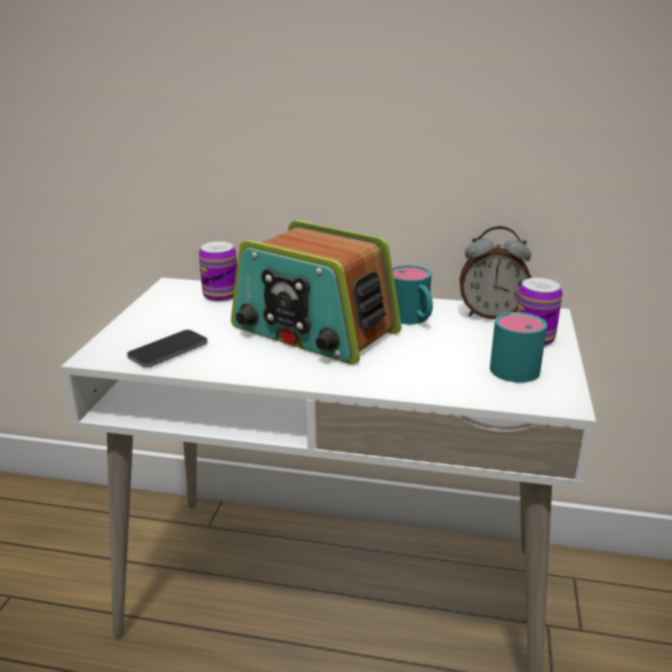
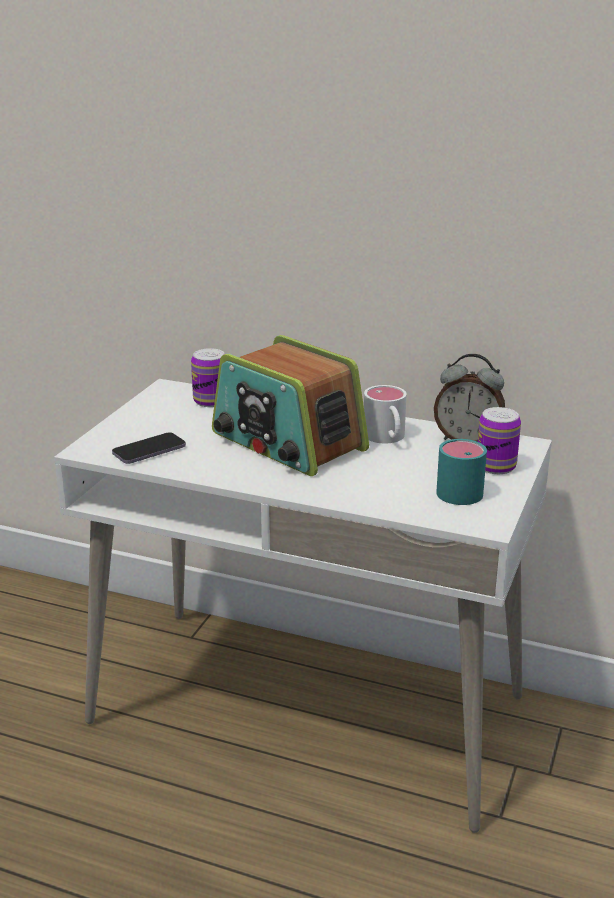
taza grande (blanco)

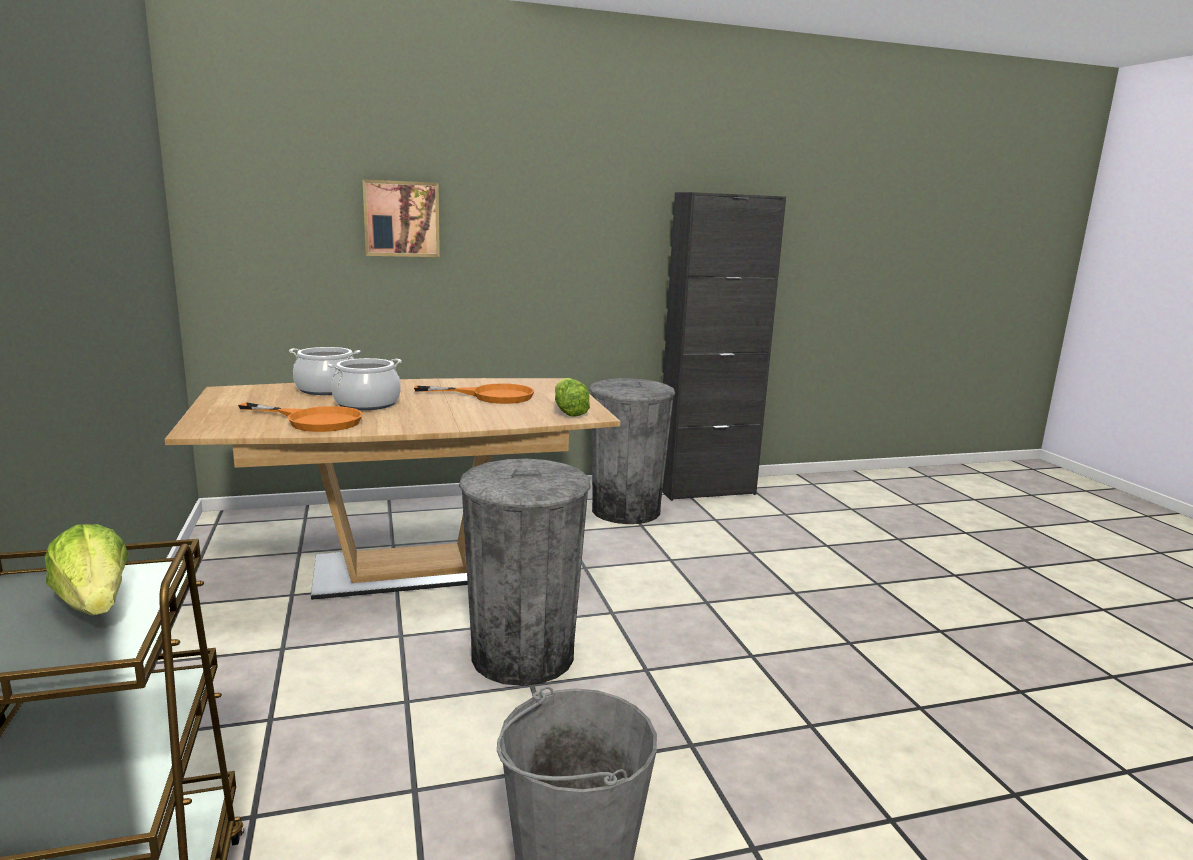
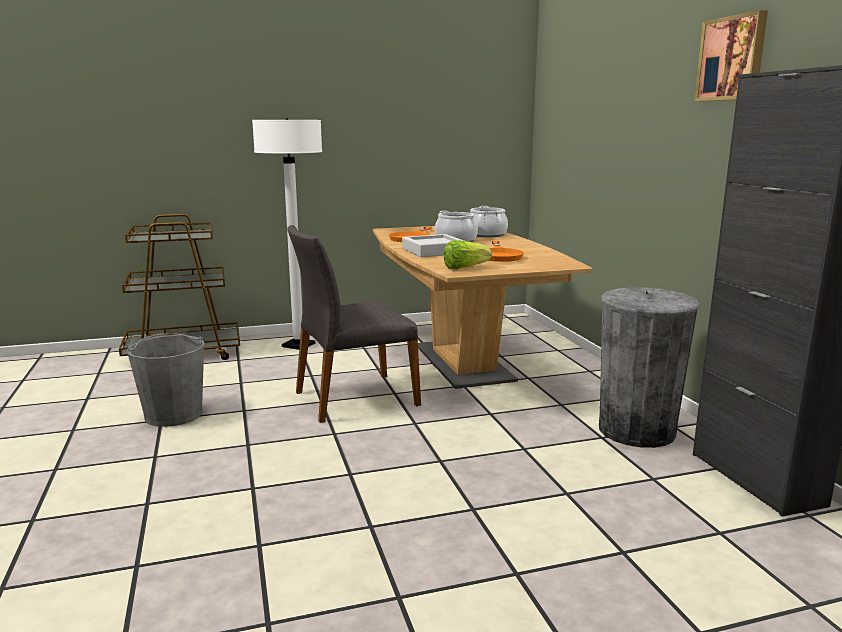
lechuga (1st from left in the first image); cuadro; silla (gris); lámpara de pie (blanco); bandeja (gris)

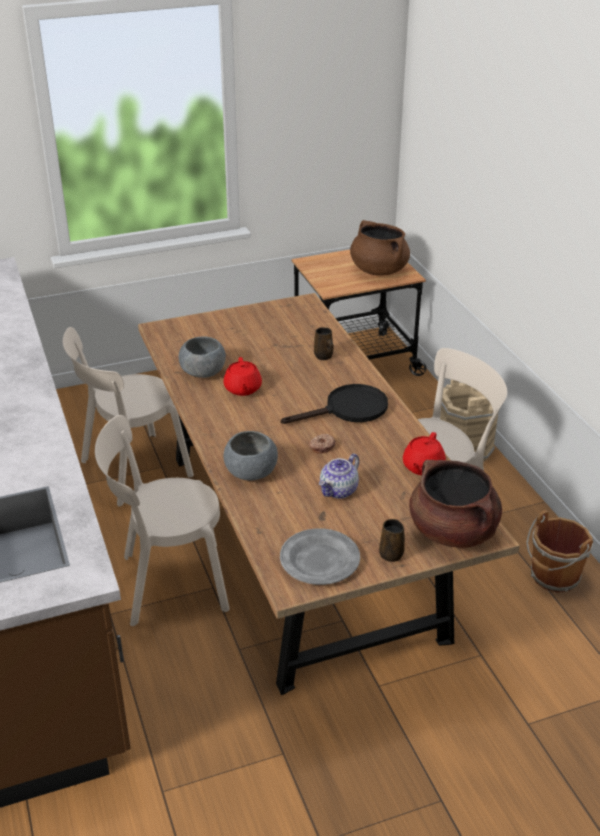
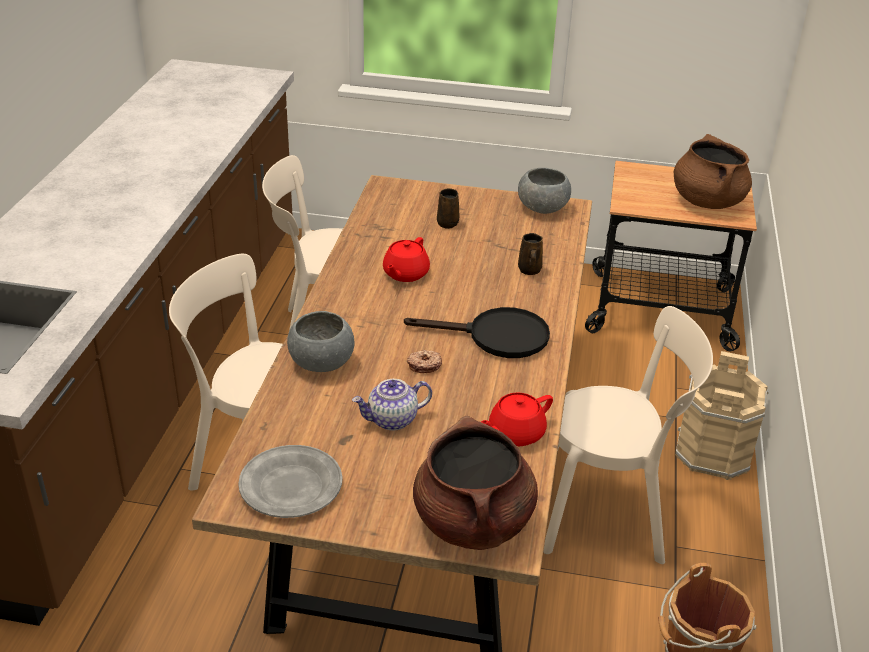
cuenco (gris) (2nd from left); taza grande (marrón) (1st from left)

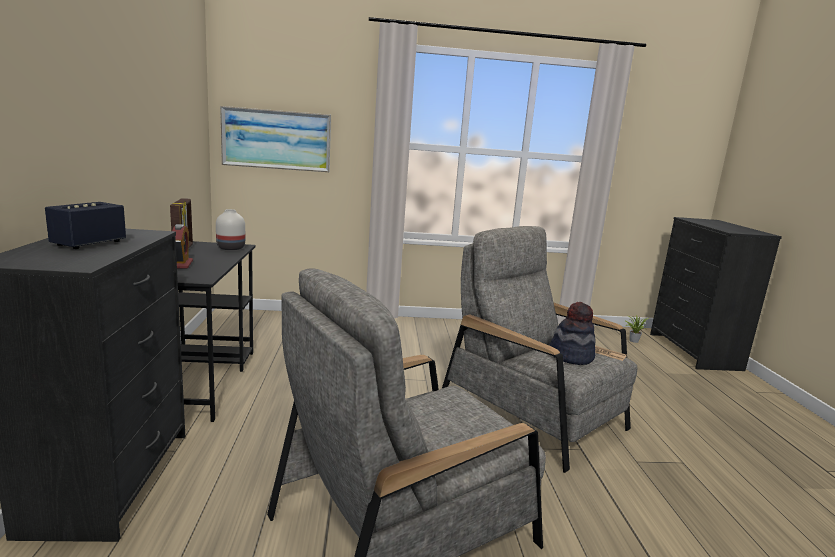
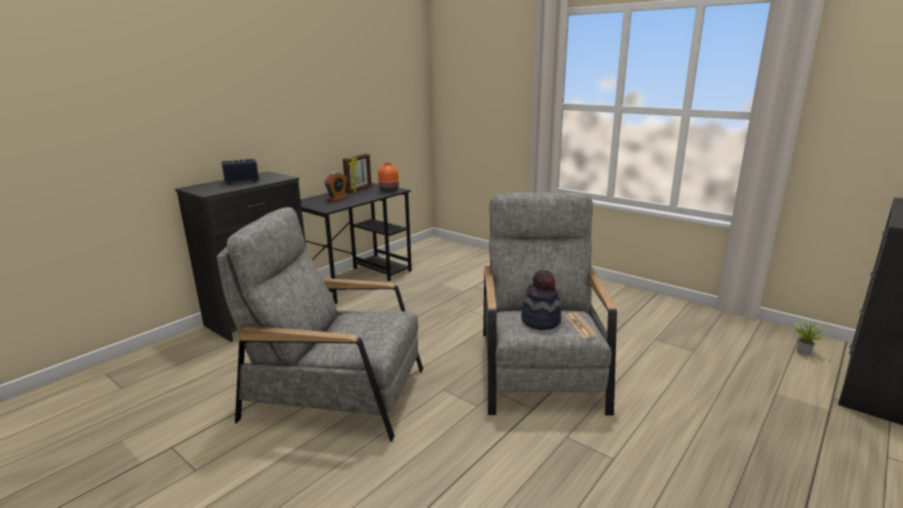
florero (naranja); cuadro

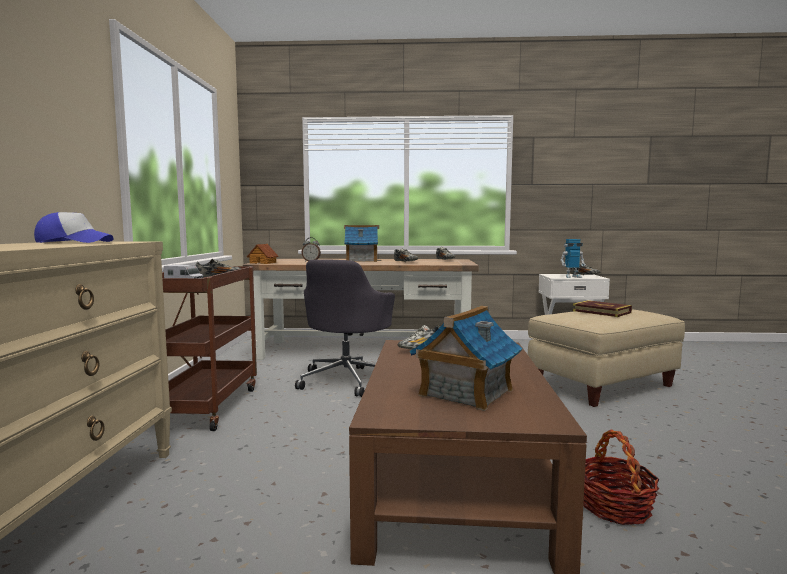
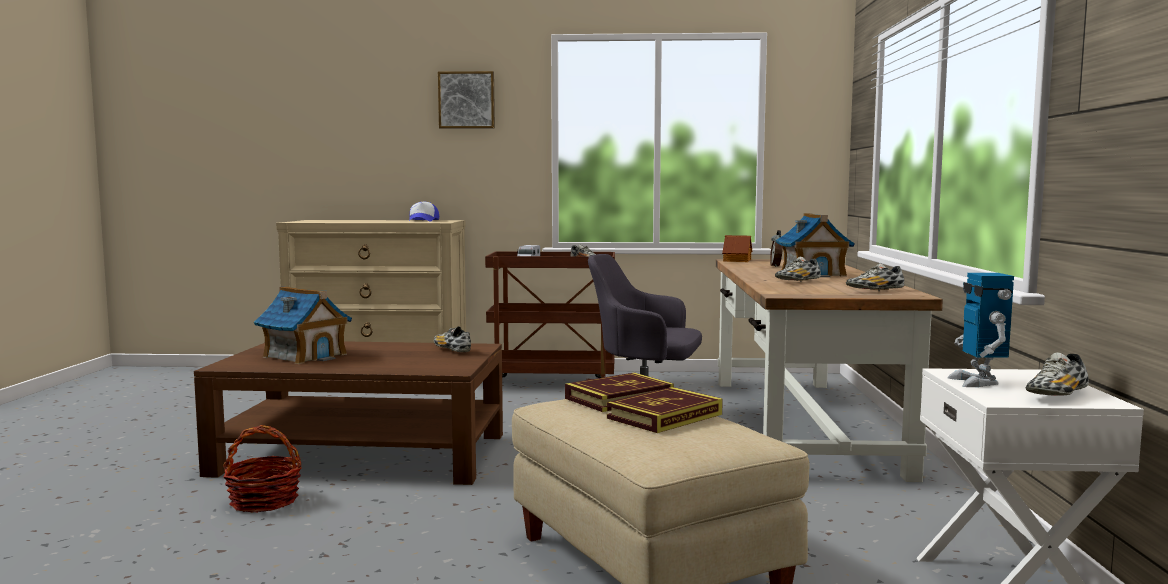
cuadro; libro (1st from left)

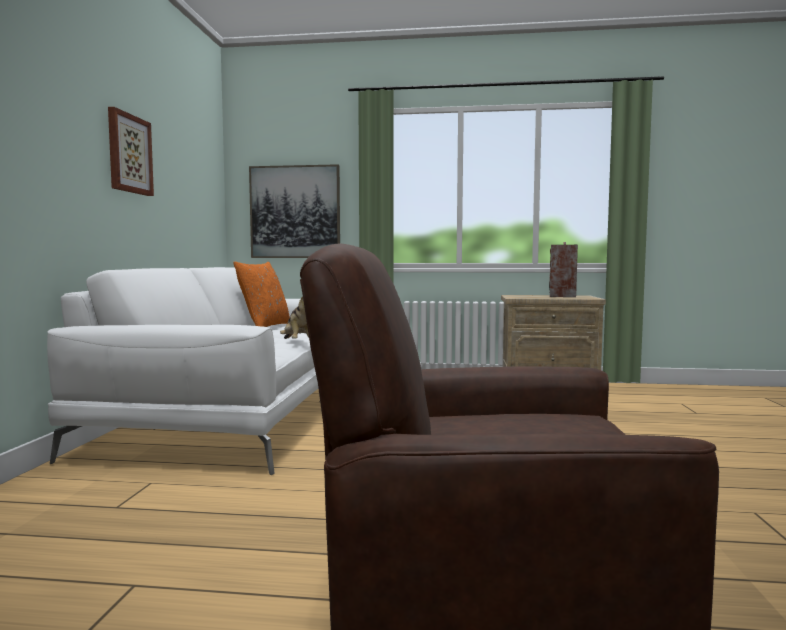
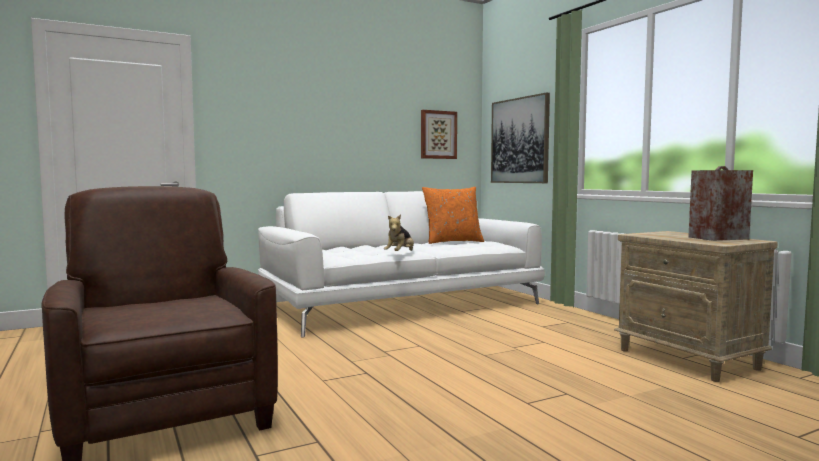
cuadro (1st from left)

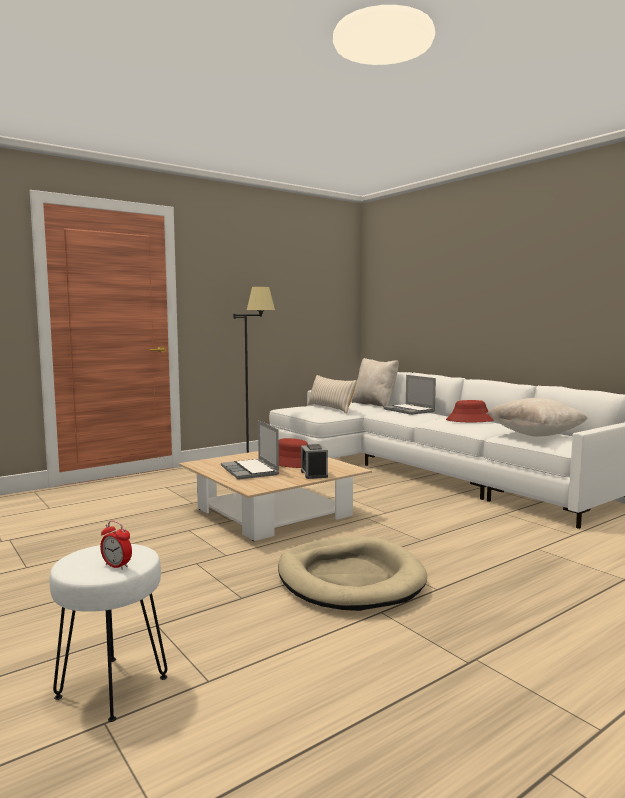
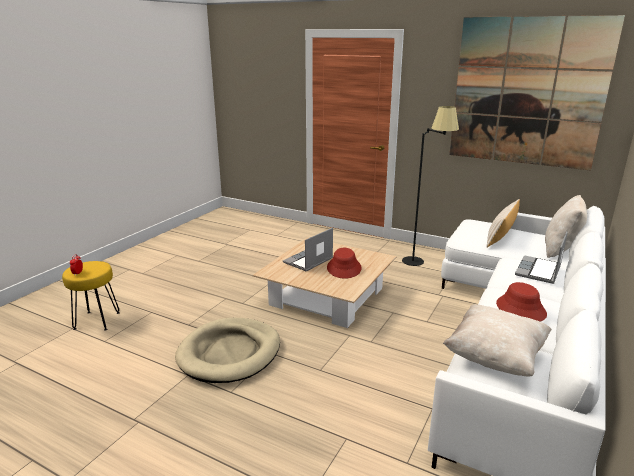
taburete (amarillo); despertador (2nd from left in the first image); cuadro

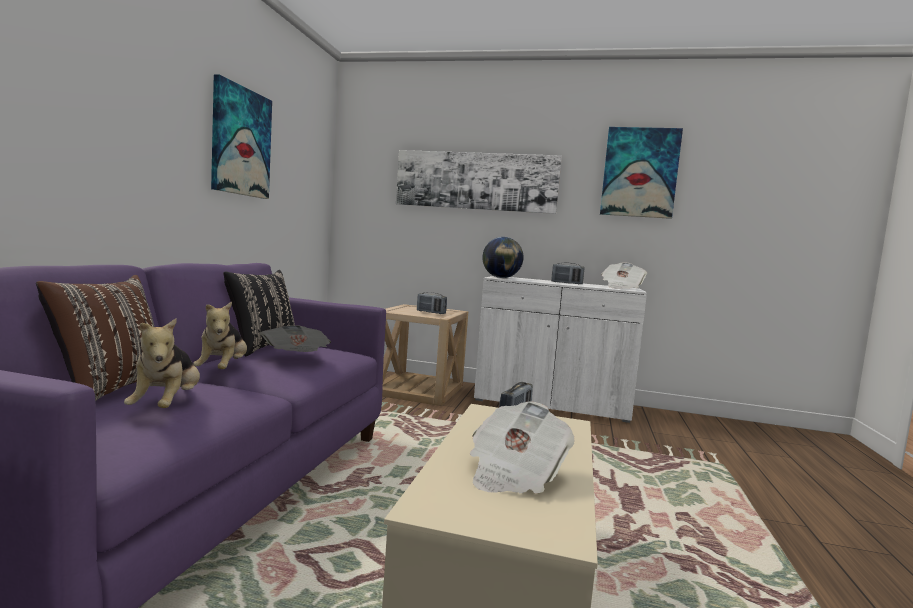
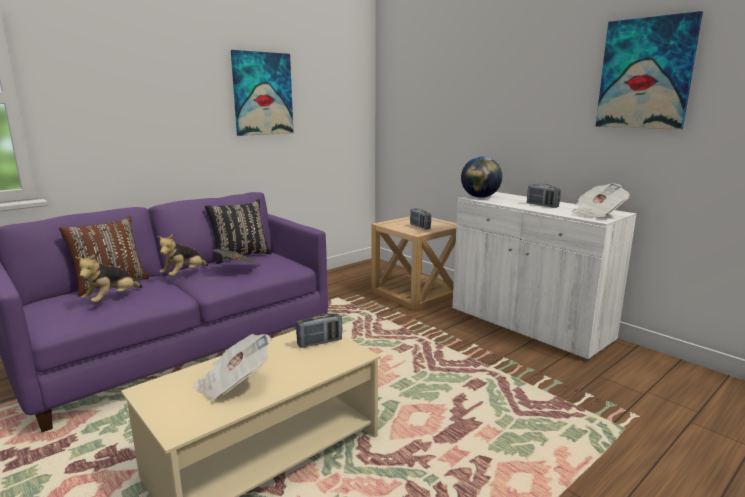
cuadro (2nd from left in the first image)

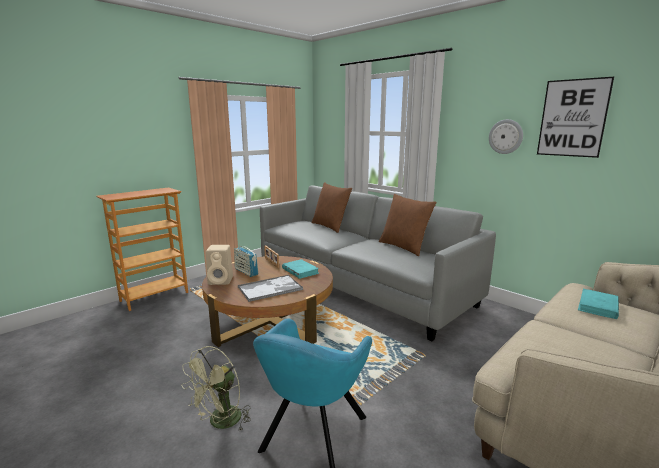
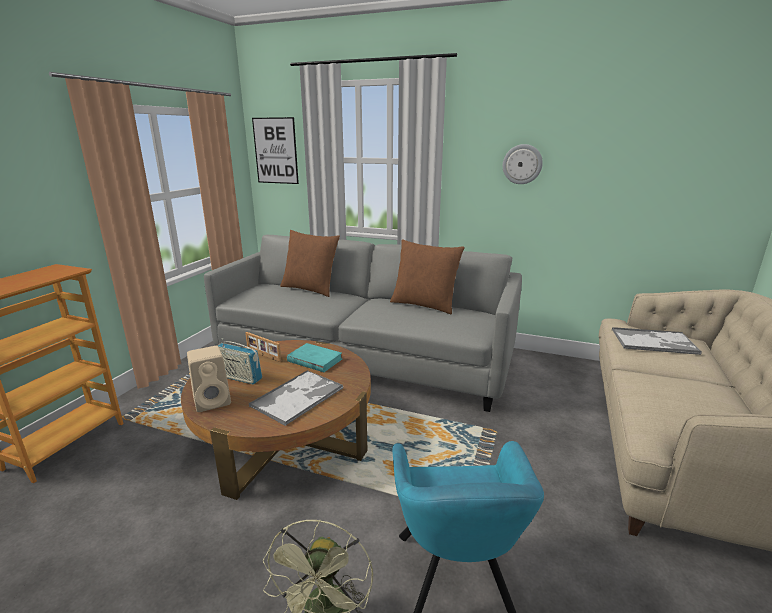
cuadro; bandeja (2nd from left)

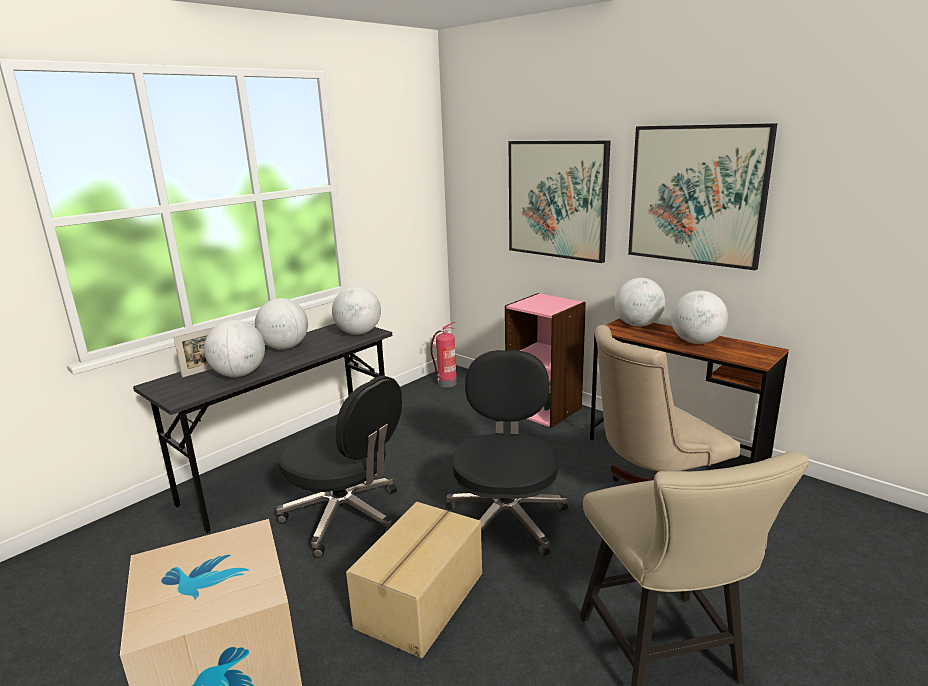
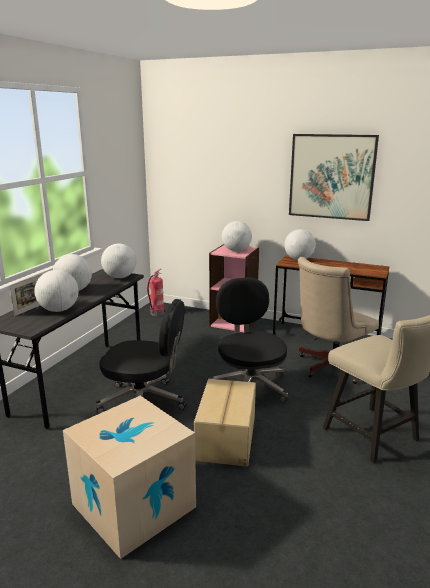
cuadro (1st from left in the first image); globo terráqueo (4th from left)

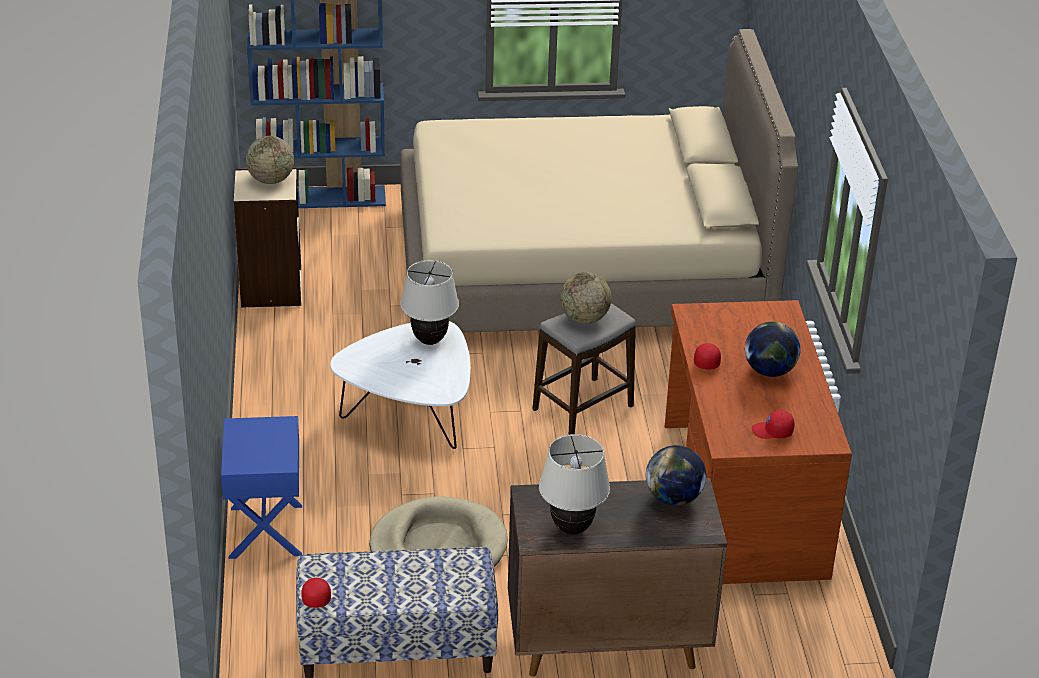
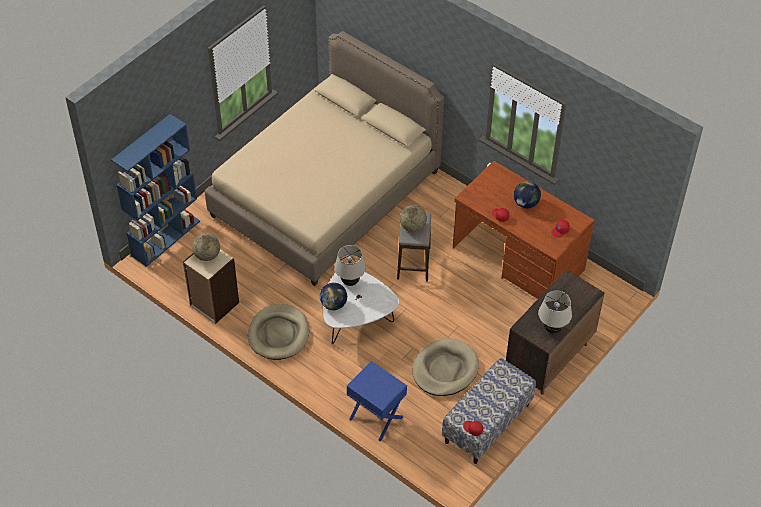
globo terráqueo (2nd from left); cama para perro (beis) (1st from left)

